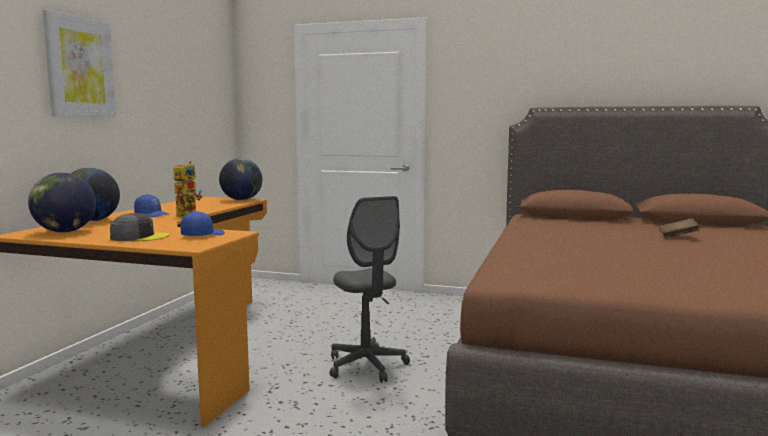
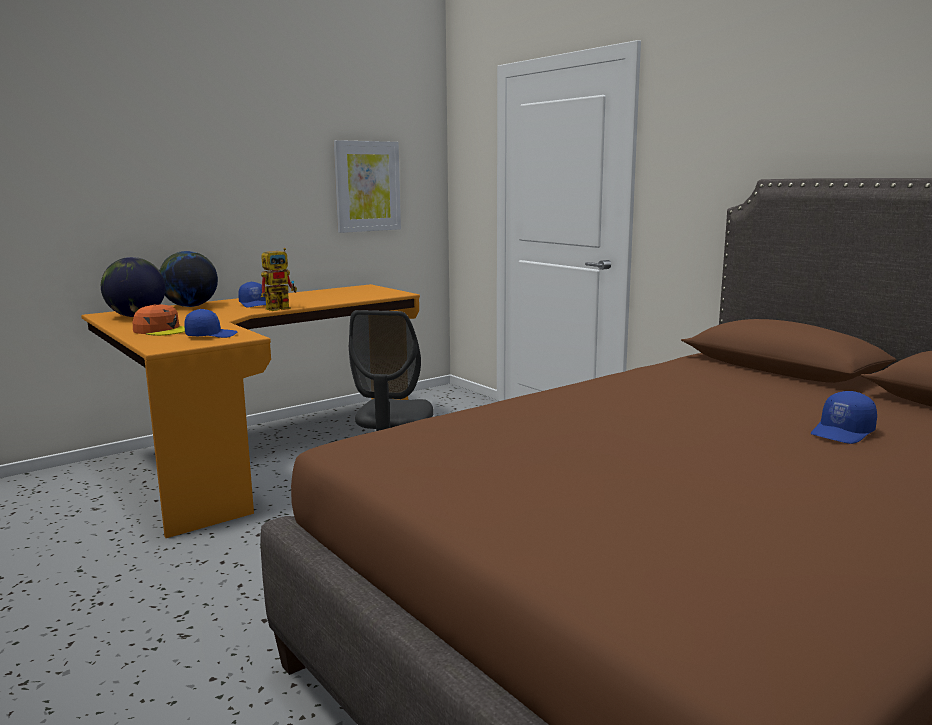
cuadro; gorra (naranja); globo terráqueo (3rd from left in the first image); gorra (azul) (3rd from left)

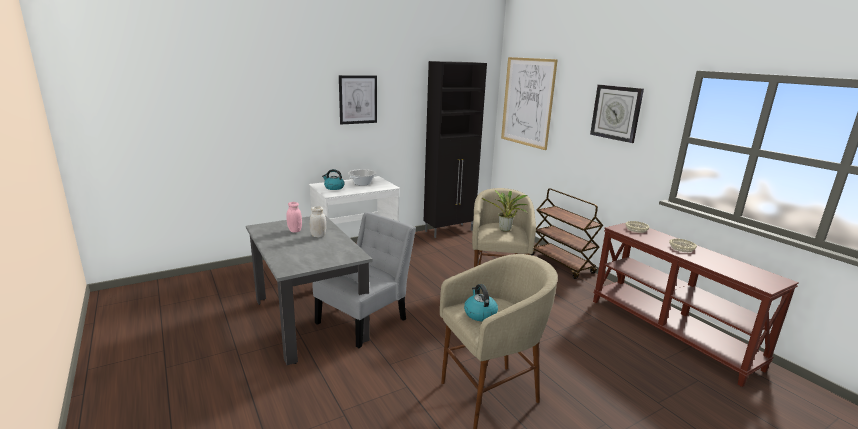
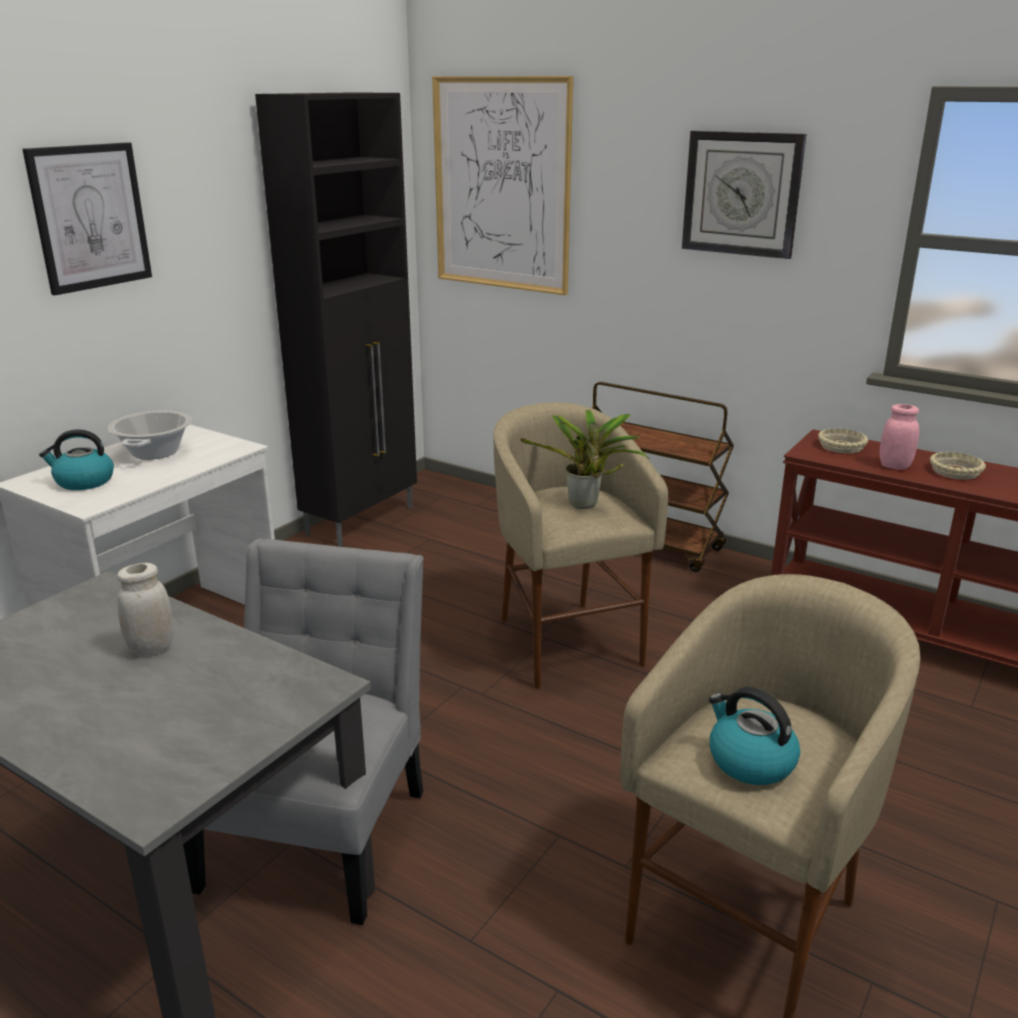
tarro (rosa)

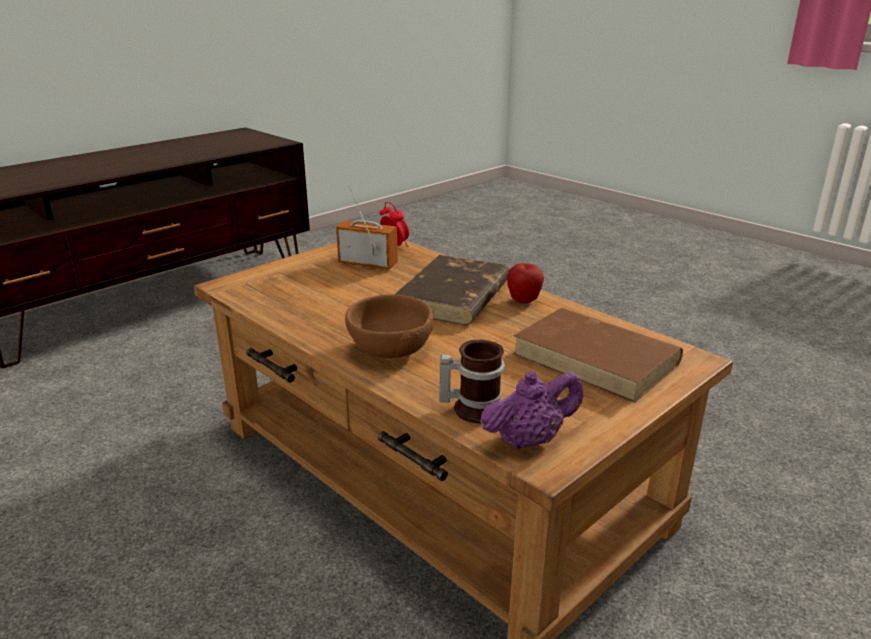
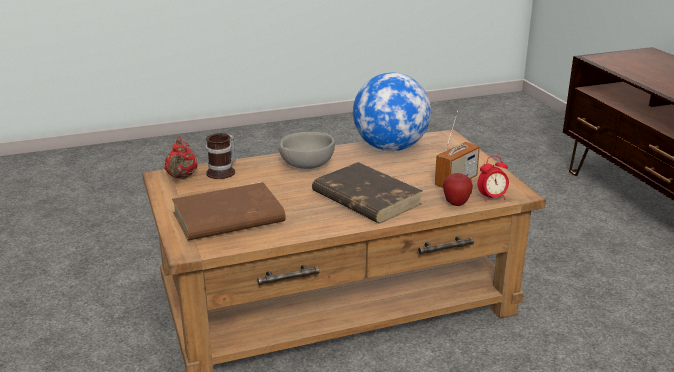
cuenco (gris); tetera (rojo); manzana; globo terráqueo

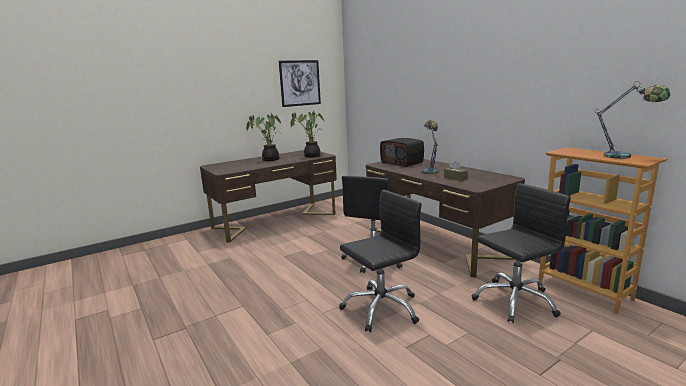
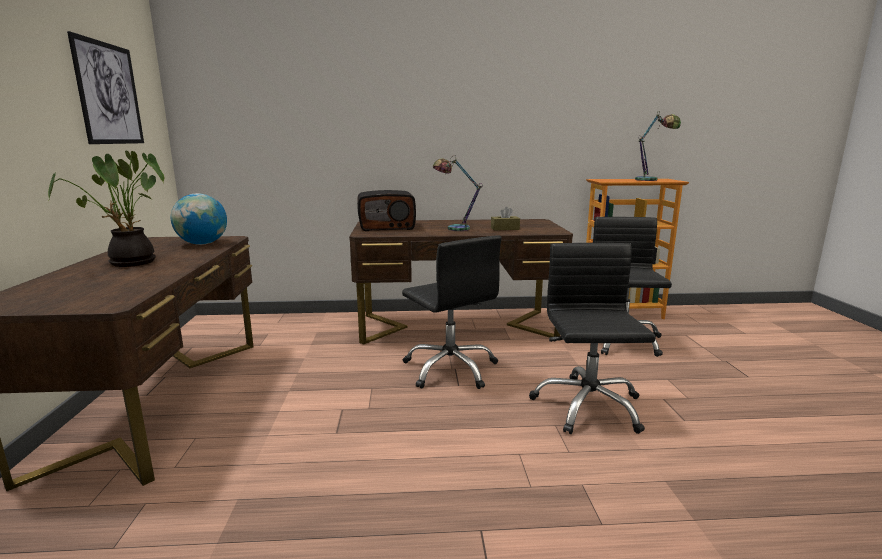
globo terráqueo

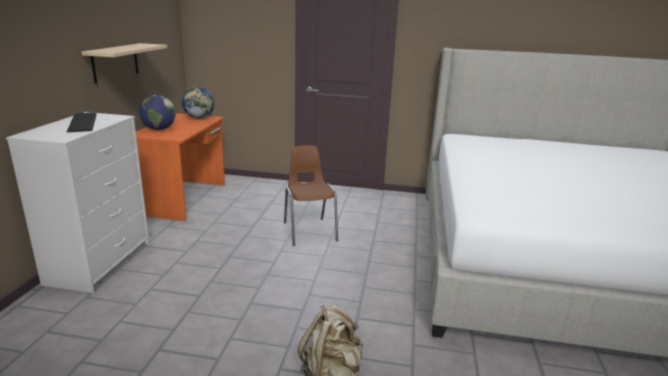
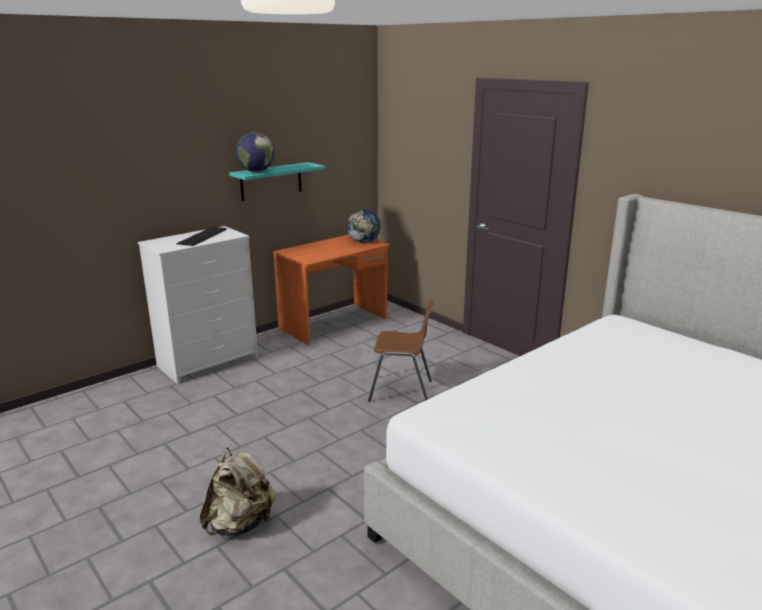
estante (turquesa); globo terráqueo (1st from left); silla (marrón)

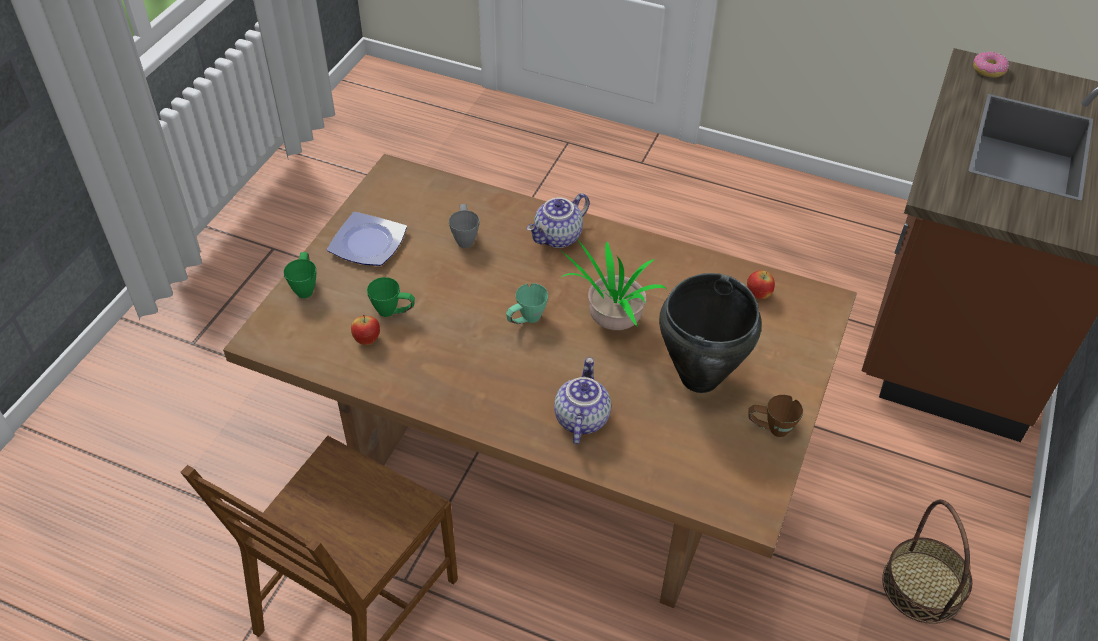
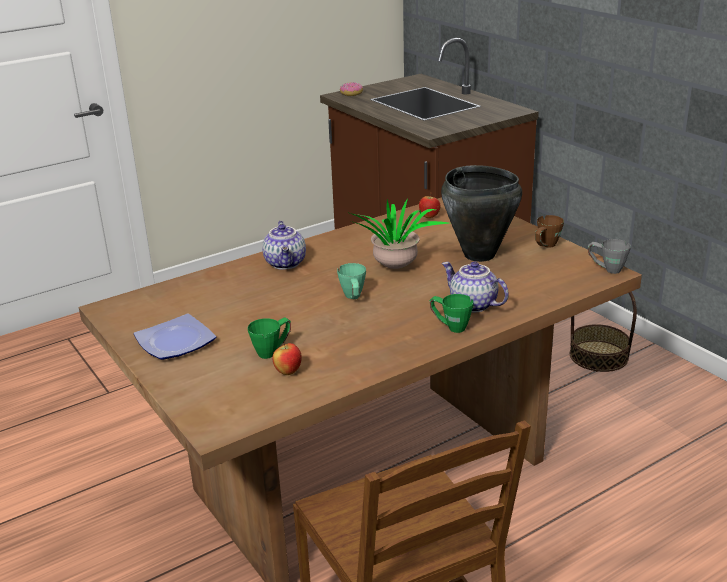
taza grande (verde) (3rd from left); taza grande (gris)

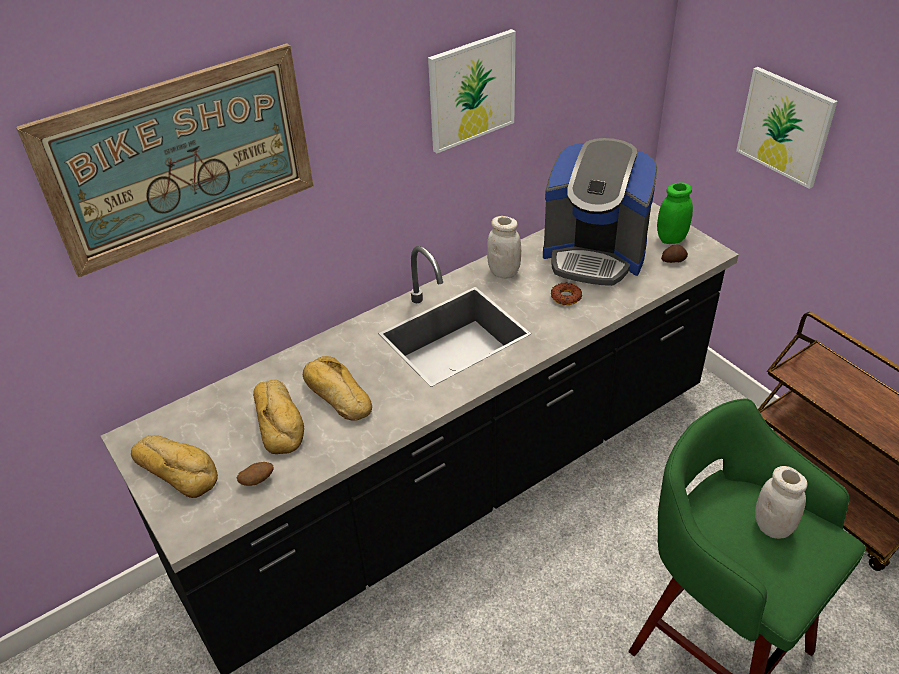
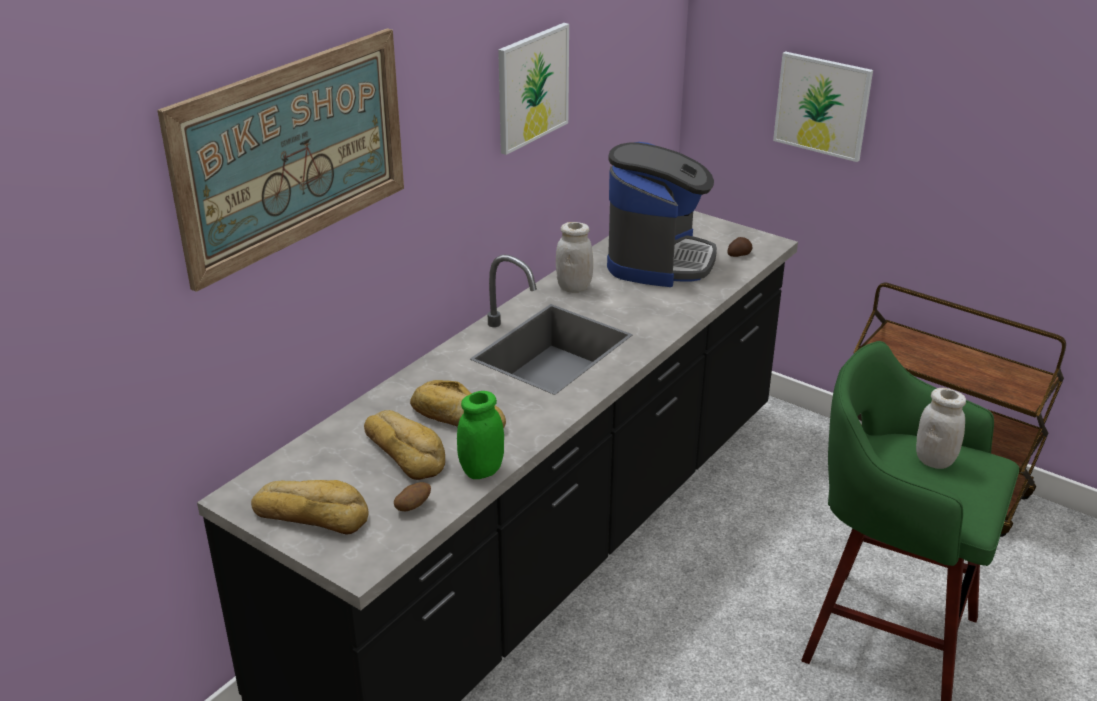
cafetera; rosquilla; tarro (verde)

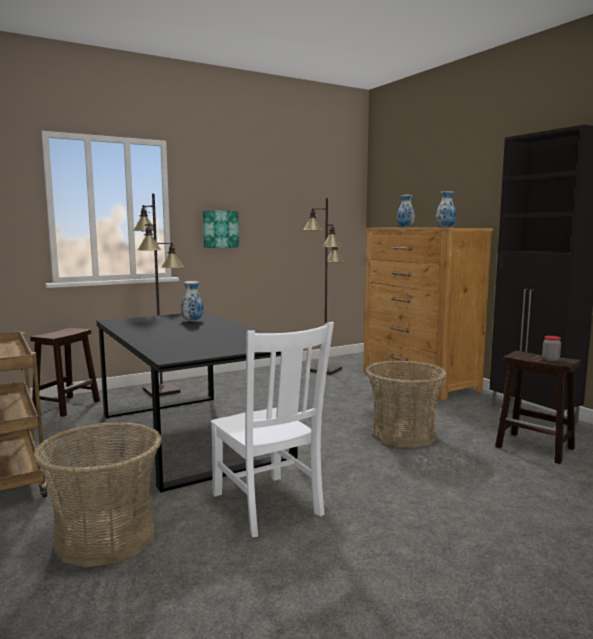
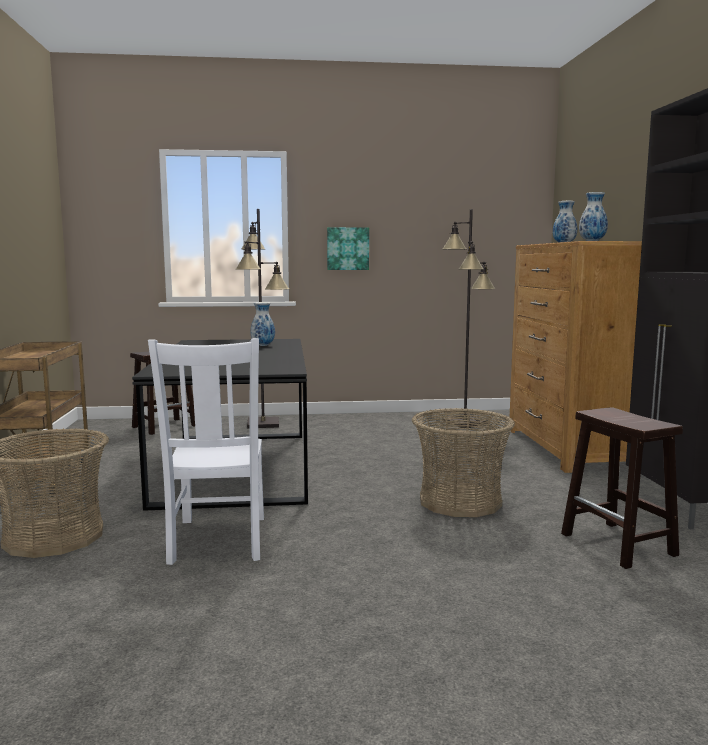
tarro

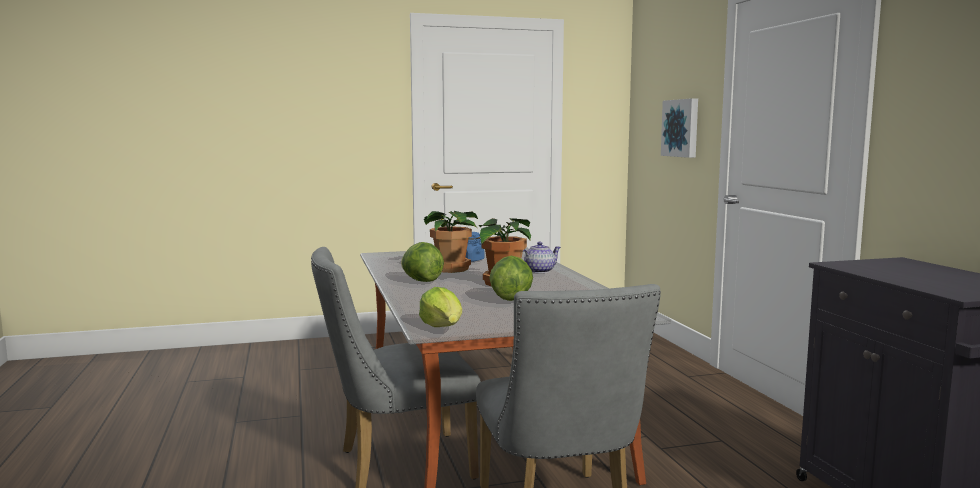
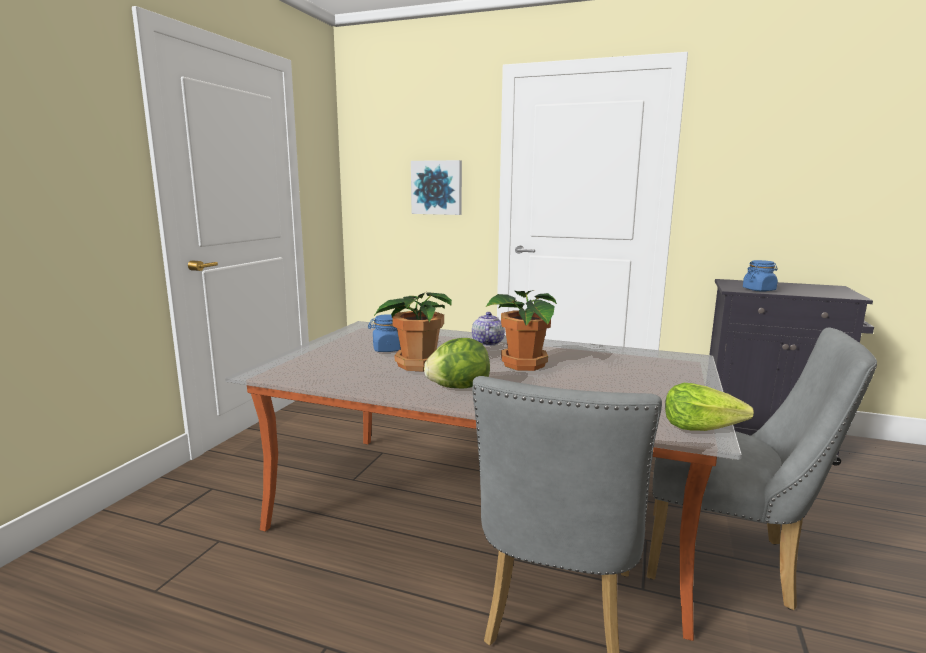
lechuga (3rd from left in the first image); tarro (azul) (2nd from left)

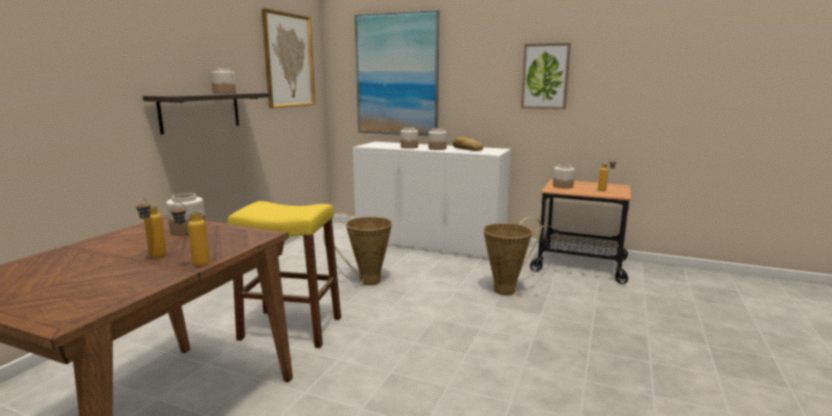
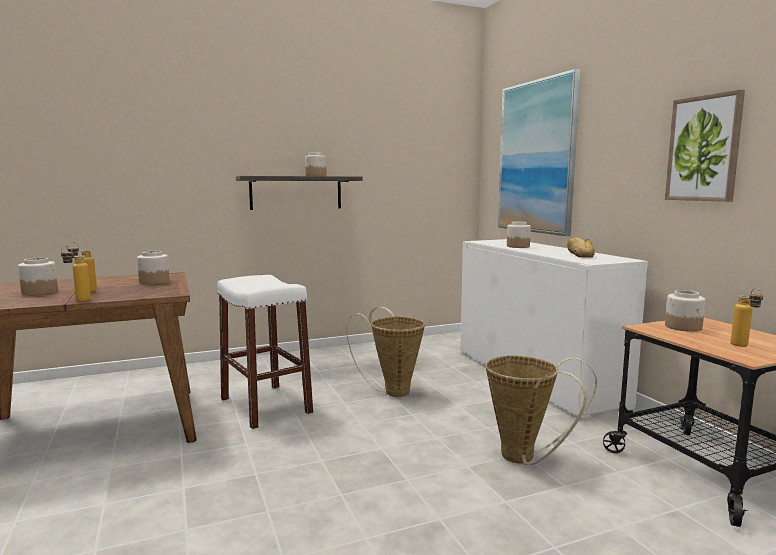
taburete (blanco); cuadro (1st from left in the first image); tarro (1st from left)

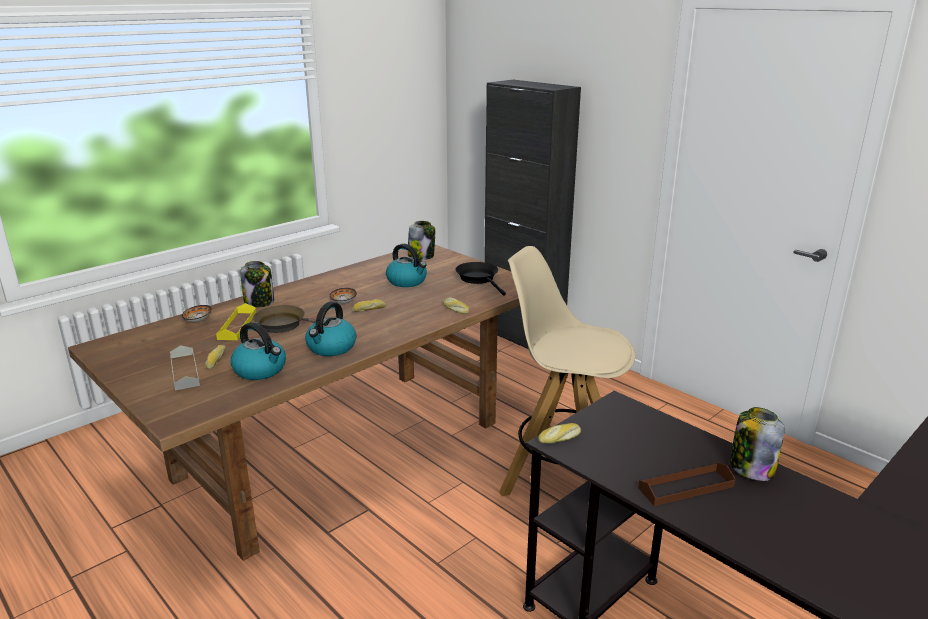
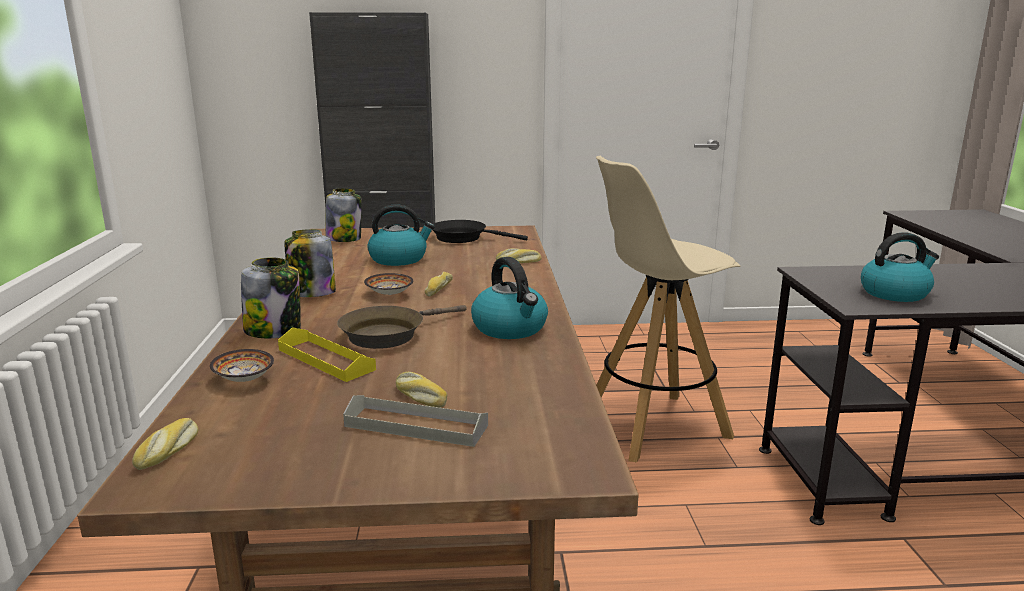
hervidor (3rd from left); pan (1st from left); bandeja (marrón); tarro (2nd from left)

